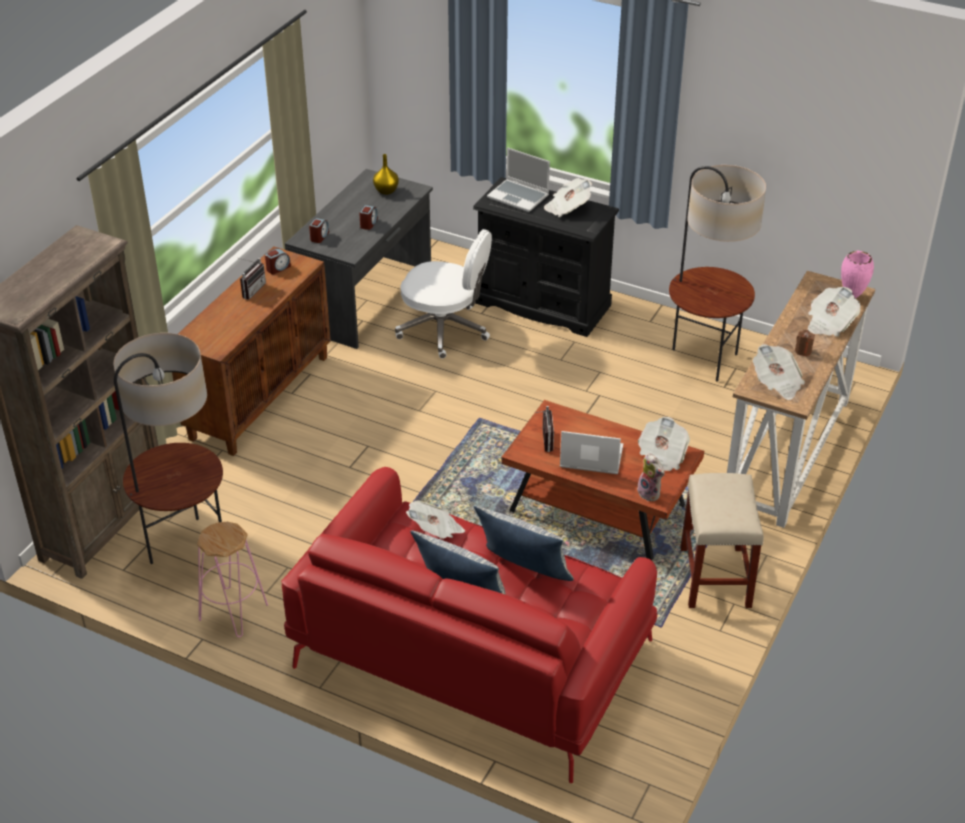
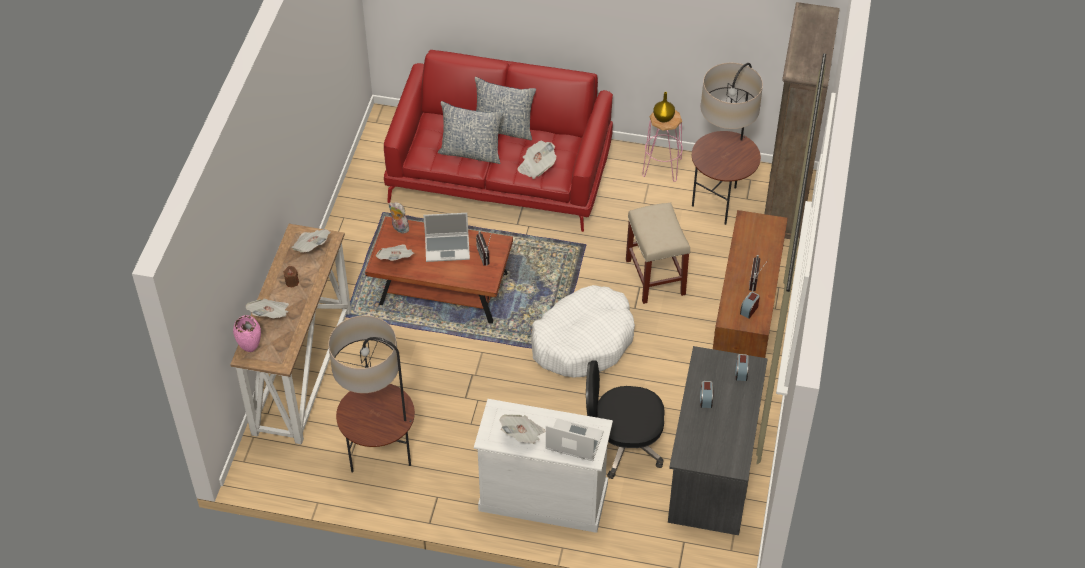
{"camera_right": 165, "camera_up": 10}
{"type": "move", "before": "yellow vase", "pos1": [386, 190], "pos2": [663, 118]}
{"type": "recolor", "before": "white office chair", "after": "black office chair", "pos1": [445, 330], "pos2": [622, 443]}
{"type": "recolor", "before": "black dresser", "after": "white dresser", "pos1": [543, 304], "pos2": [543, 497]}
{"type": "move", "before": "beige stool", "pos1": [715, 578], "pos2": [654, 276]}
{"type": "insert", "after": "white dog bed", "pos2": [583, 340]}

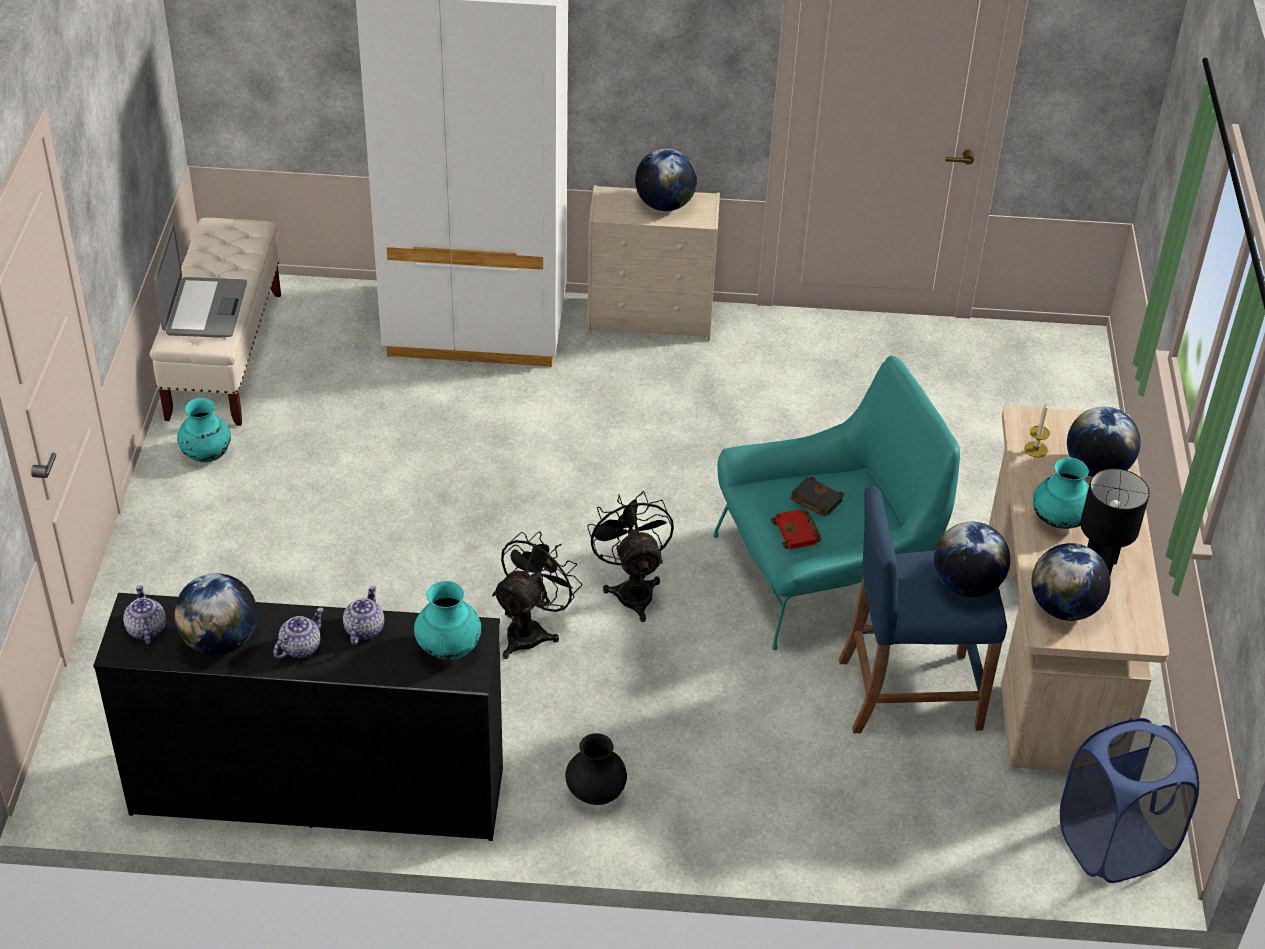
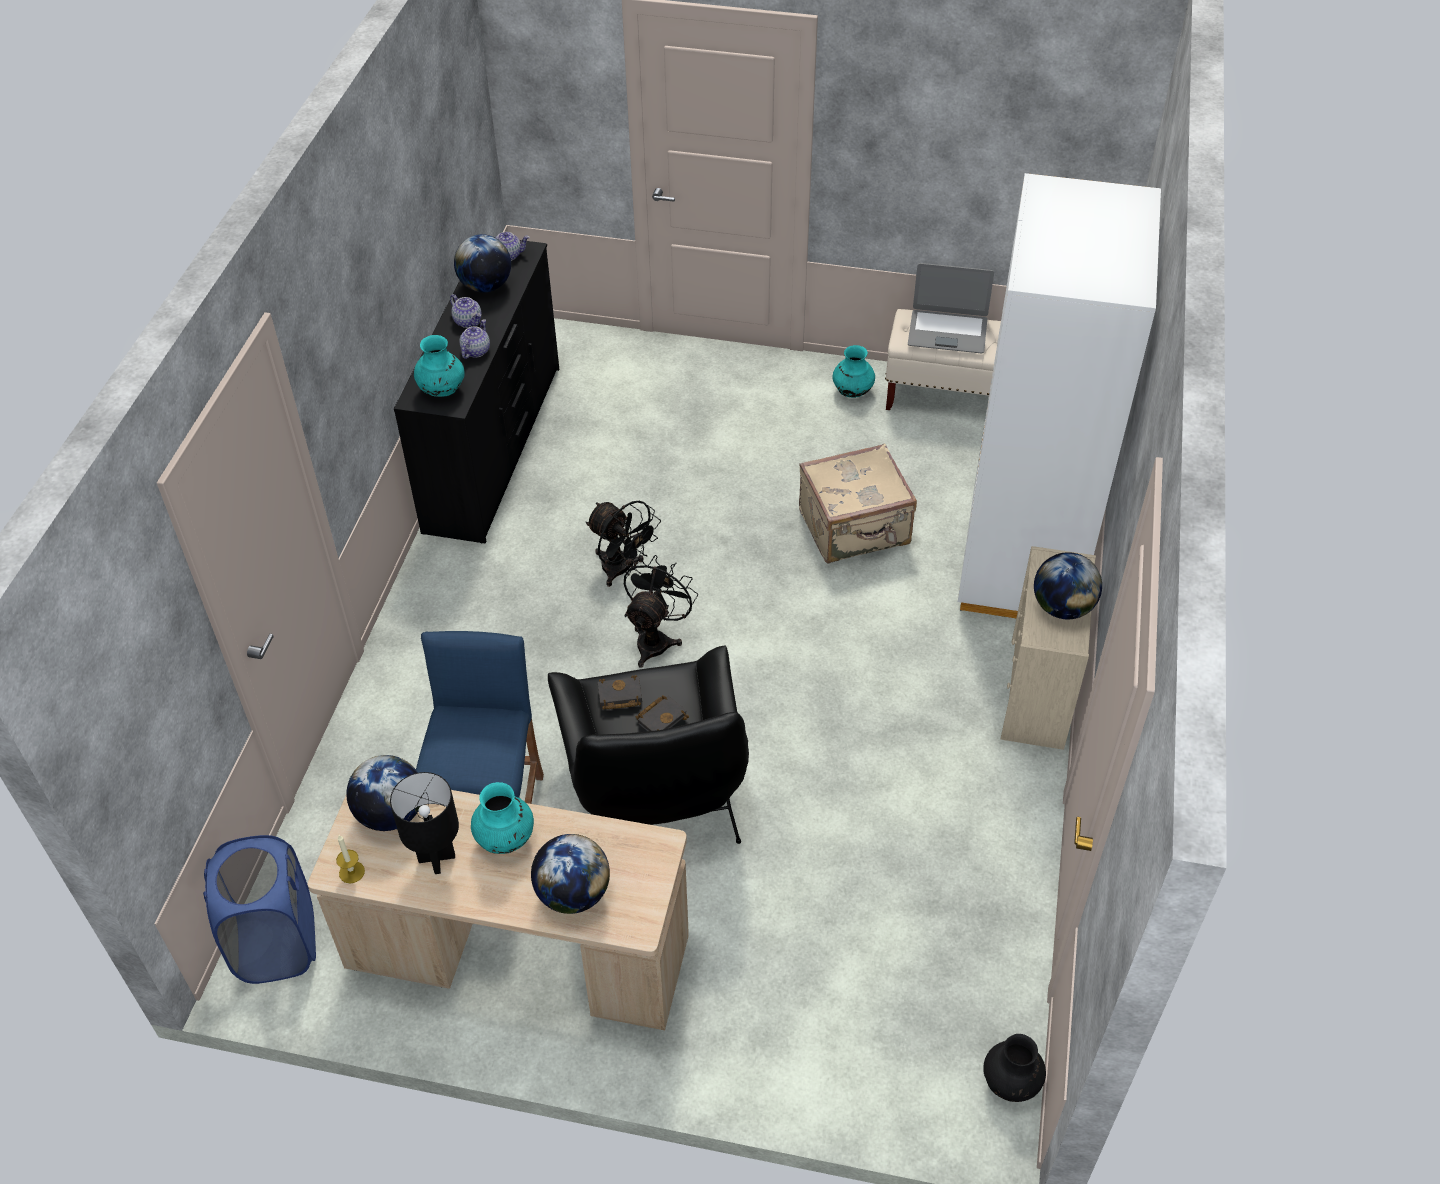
{"camera_right": 100, "camera_up": 5}
{"type": "rotate", "before": "teapot", "pos1": [364, 629], "pos2": [475, 350], "turn": -90}
{"type": "move", "before": "black vase", "pos1": [596, 793], "pos2": [1010, 1083]}
{"type": "rotate", "before": "black fan", "pos1": [632, 590], "pos2": [656, 639], "turn": -60}
{"type": "recolor", "before": "turquoise armchair", "after": "black armchair", "pos1": [826, 571], "pos2": [654, 784]}
{"type": "recolor", "before": "red book", "after": "black book", "pos1": [797, 533], "pos2": [619, 696]}
{"type": "delete", "before": "globe", "pos1": [966, 585]}
{"type": "move", "before": "candle", "pos1": [1036, 449], "pos2": [351, 872]}
{"type": "insert", "after": "beige suitcase", "pos2": [855, 529]}

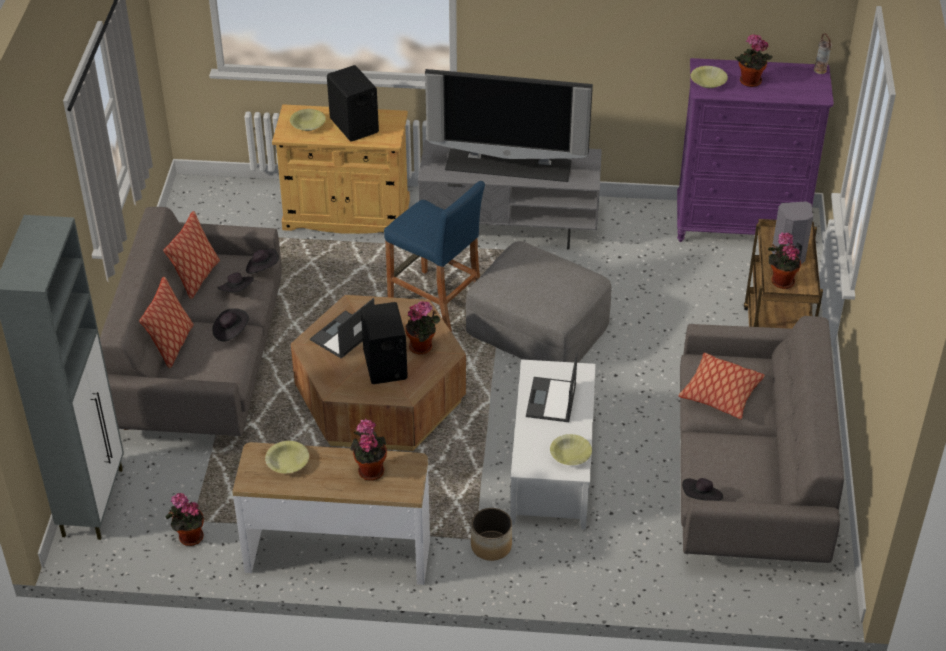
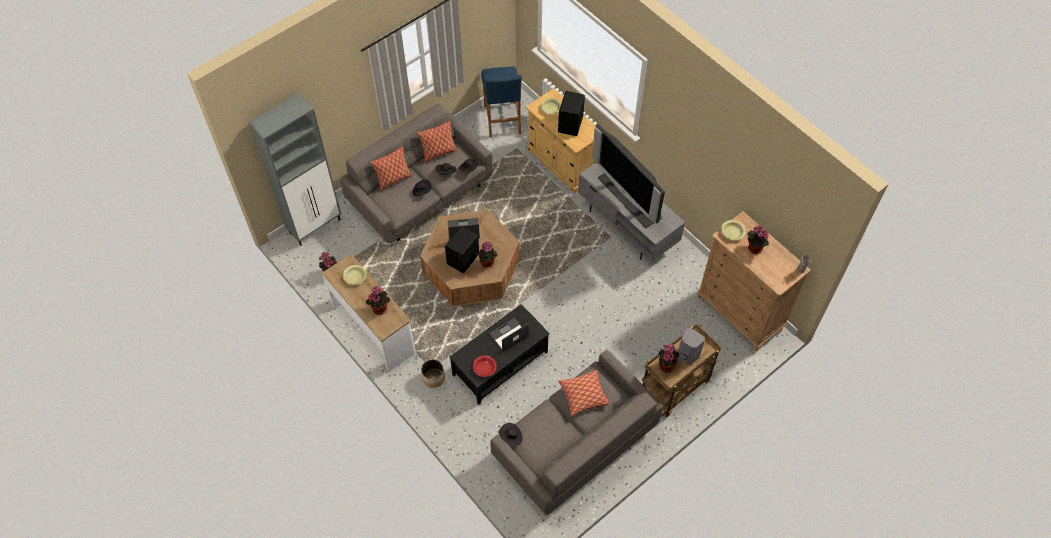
{"camera_right": 45, "camera_up": 15}
{"type": "move", "before": "blue stool", "pos1": [435, 302], "pos2": [502, 119]}
{"type": "delete", "before": "grey ottoman", "pos1": [538, 327]}
{"type": "recolor", "before": "white coffee table", "after": "black coffee table", "pos1": [553, 467], "pos2": [500, 364]}
{"type": "recolor", "before": "yellow bowl", "after": "red bowl", "pos1": [570, 454], "pos2": [484, 368]}
{"type": "recolor", "before": "purple dresser", "after": "brown dresser", "pos1": [740, 225], "pos2": [739, 313]}

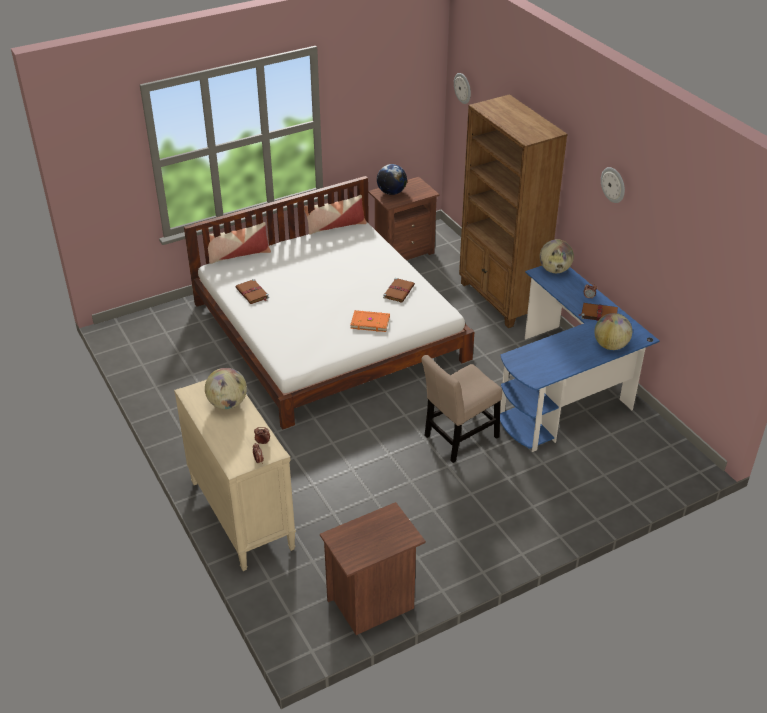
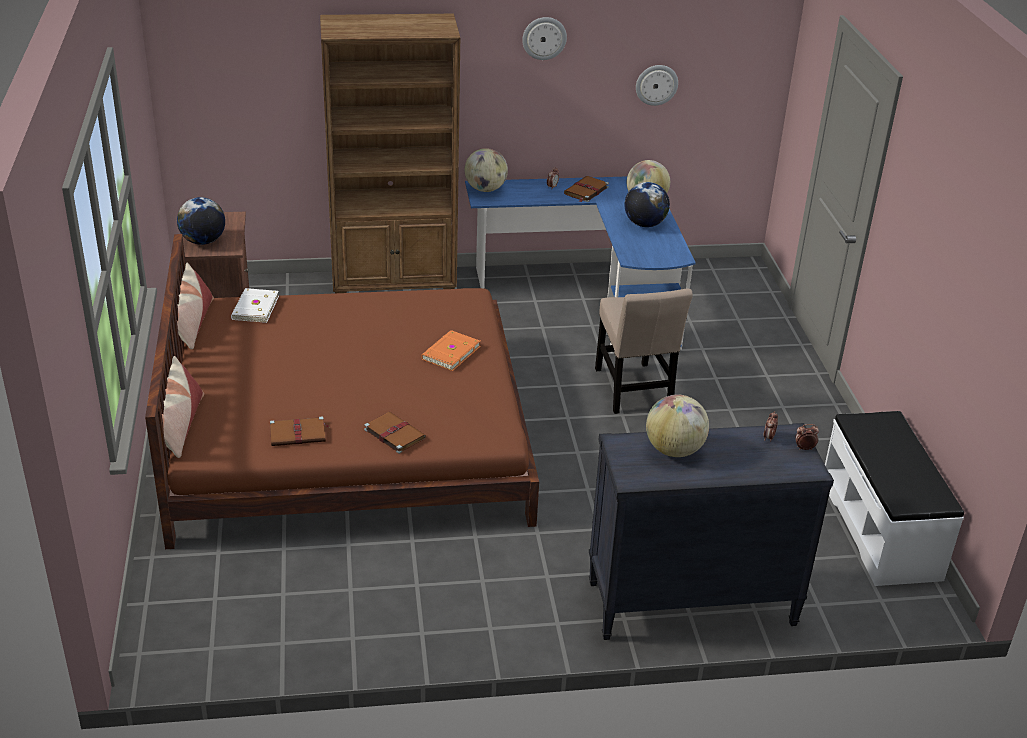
{"camera_right": -70, "camera_up": -5}
{"type": "recolor", "before": "beige dresser", "after": "black dresser", "pos1": [241, 515], "pos2": [690, 604]}
{"type": "recolor", "before": "white bed", "after": "brown bed", "pos1": [328, 330], "pos2": [348, 433]}
{"type": "replace", "before": "brown nightstand", "after": "white bench", "pos1": [372, 604], "pos2": [881, 528]}
{"type": "move", "before": "brown book", "pos1": [399, 291], "pos2": [393, 433]}
{"type": "move", "before": "wall clock", "pos1": [463, 88], "pos2": [656, 84]}
{"type": "insert", "after": "white book", "pos2": [254, 308]}
{"type": "insert", "after": "globe", "pos2": [644, 224]}

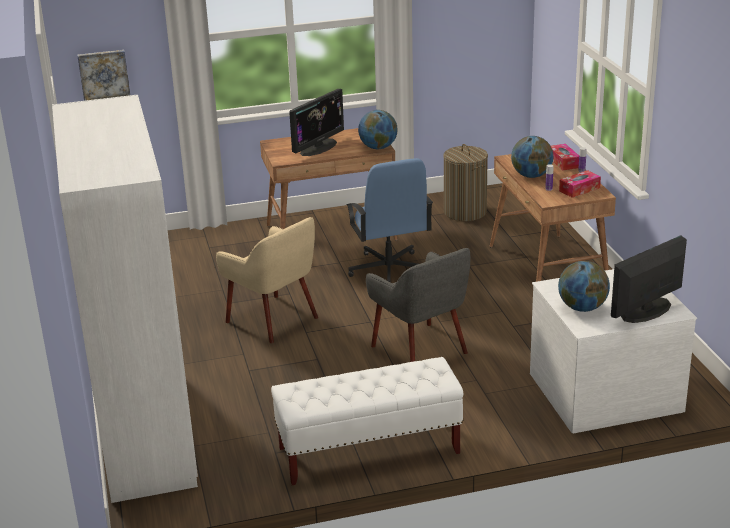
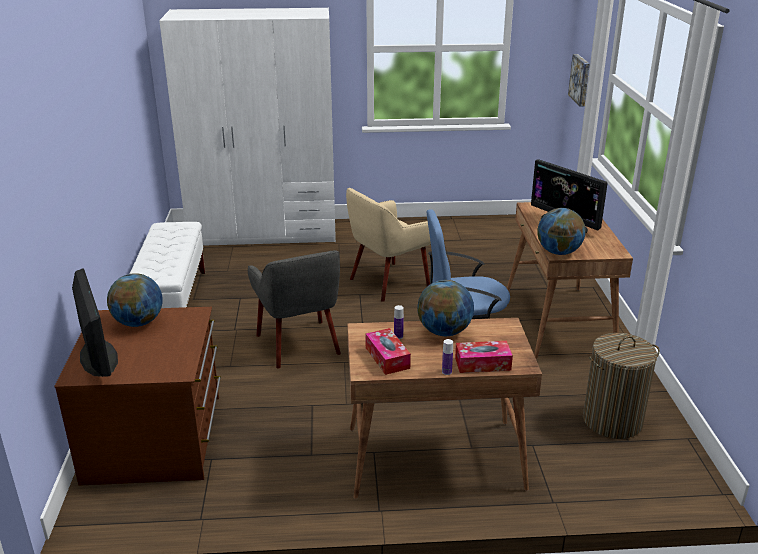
{"camera_right": 100, "camera_up": 0}
{"type": "rotate", "before": "grey armchair", "pos1": [420, 349], "pos2": [299, 344], "turn": -90}
{"type": "recolor", "before": "white dresser", "after": "brown dresser", "pos1": [604, 391], "pos2": [156, 438]}

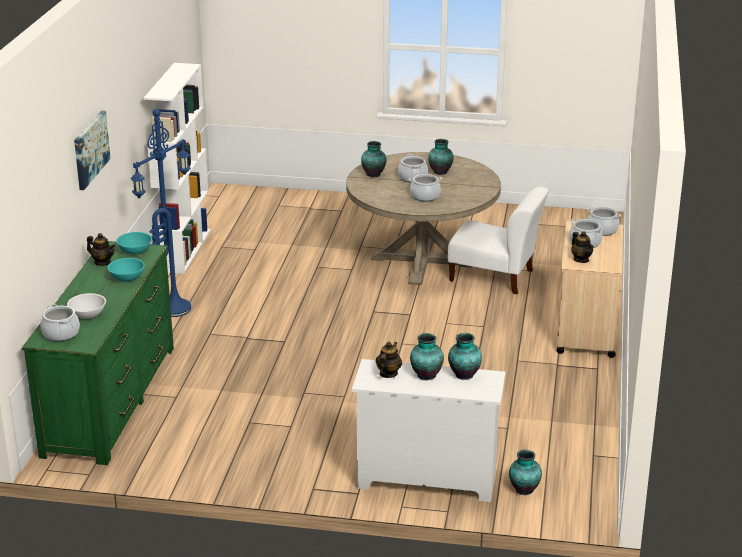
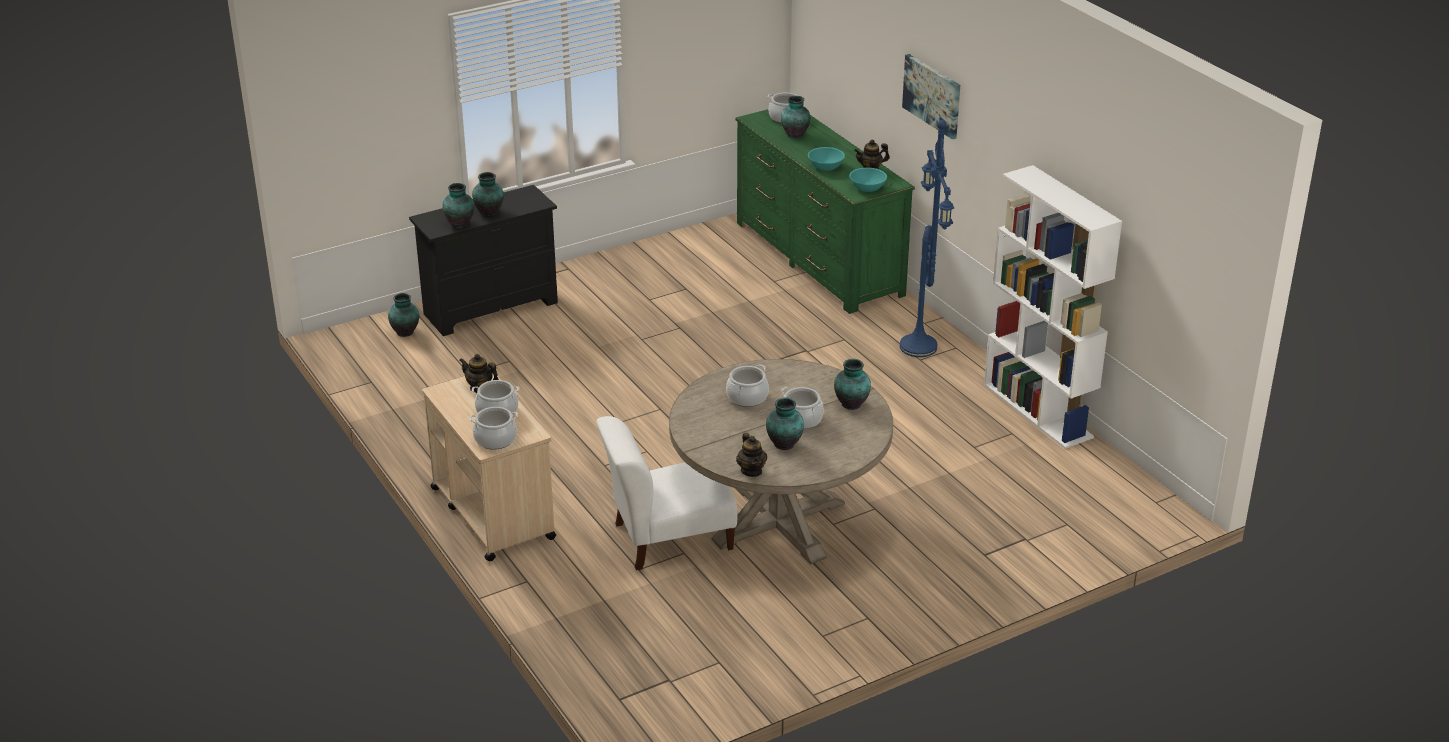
{"camera_right": 140, "camera_up": 5}
{"type": "replace", "before": "white bowl", "after": "vase", "pos1": [87, 314], "pos2": [795, 134]}
{"type": "recolor", "before": "white dresser", "after": "black dresser", "pos1": [426, 479], "pos2": [491, 308]}
{"type": "move", "before": "teapot", "pos1": [388, 373], "pos2": [751, 471]}

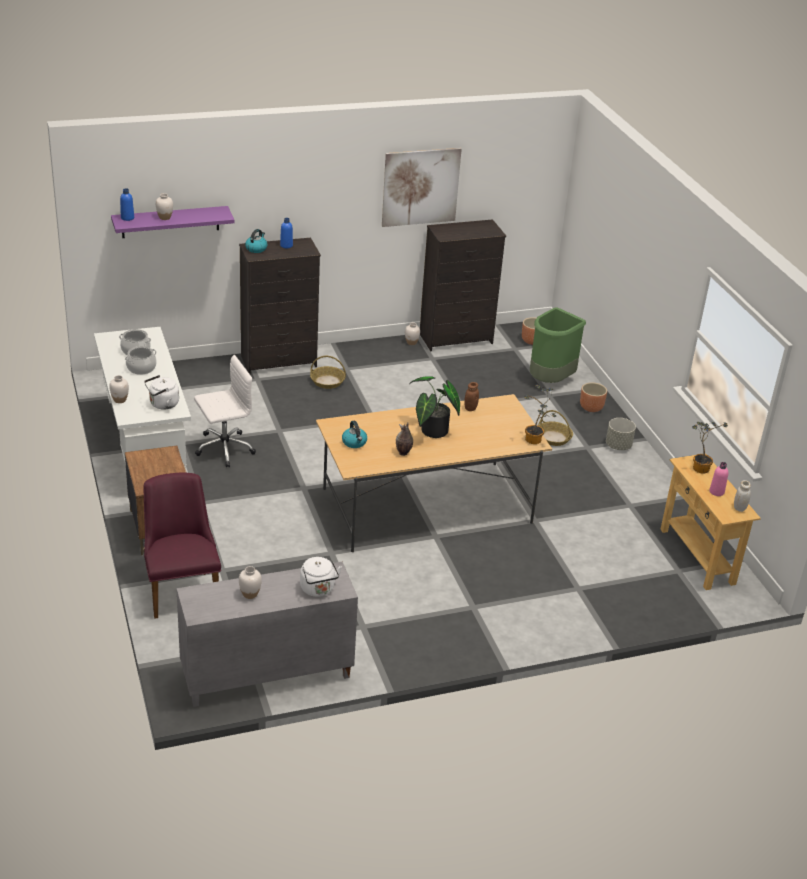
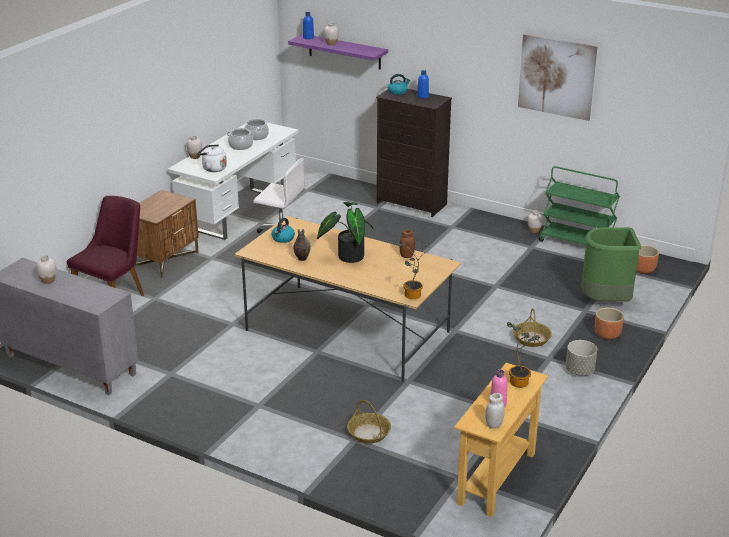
{"camera_right": 50, "camera_up": -5}
{"type": "delete", "before": "white kettle", "pos1": [318, 589]}
{"type": "move", "before": "basket", "pos1": [328, 381], "pos2": [369, 433]}
{"type": "replace", "before": "black dresser", "after": "green cart", "pos1": [456, 339], "pos2": [577, 243]}

